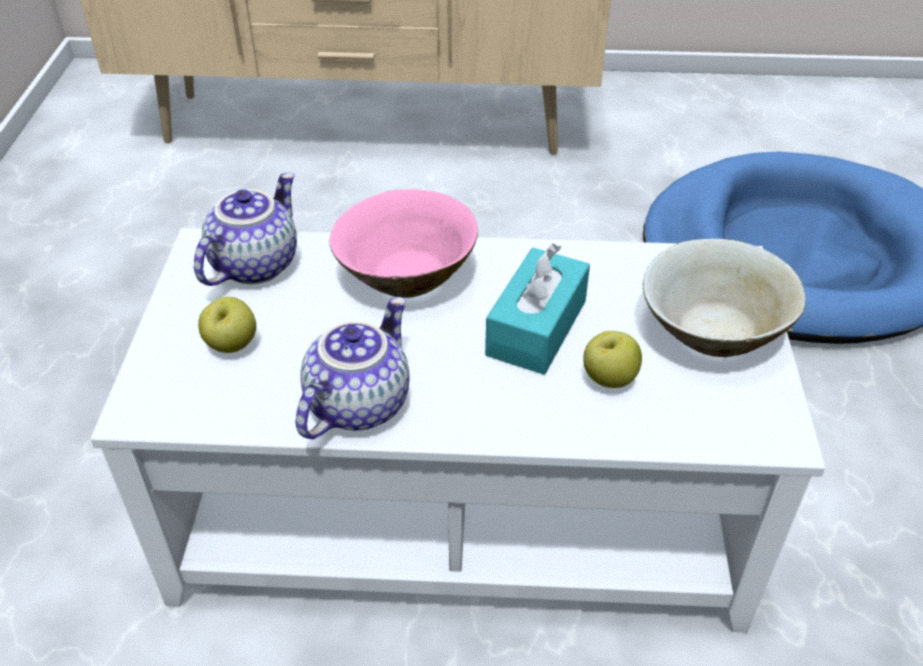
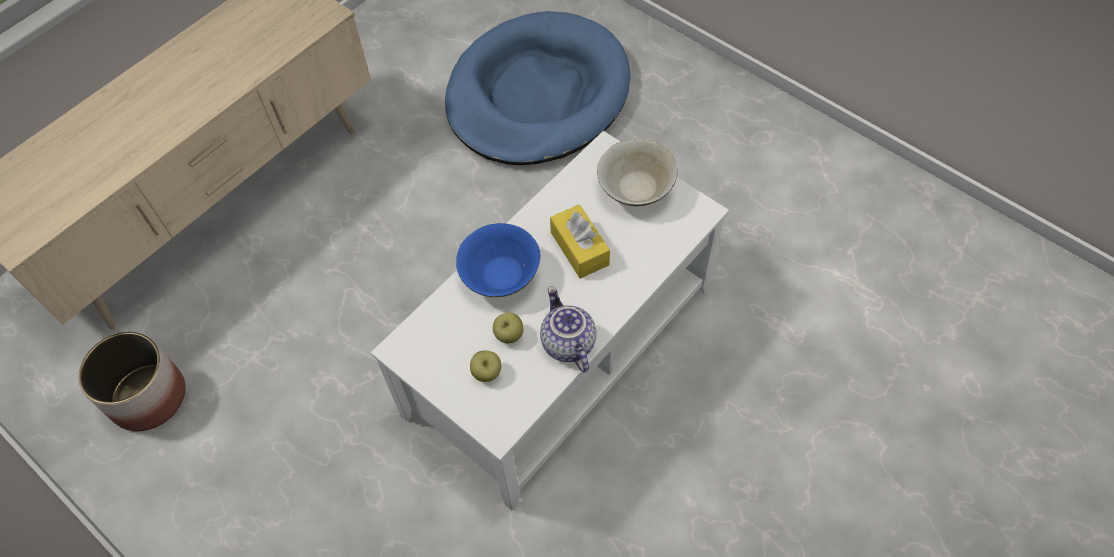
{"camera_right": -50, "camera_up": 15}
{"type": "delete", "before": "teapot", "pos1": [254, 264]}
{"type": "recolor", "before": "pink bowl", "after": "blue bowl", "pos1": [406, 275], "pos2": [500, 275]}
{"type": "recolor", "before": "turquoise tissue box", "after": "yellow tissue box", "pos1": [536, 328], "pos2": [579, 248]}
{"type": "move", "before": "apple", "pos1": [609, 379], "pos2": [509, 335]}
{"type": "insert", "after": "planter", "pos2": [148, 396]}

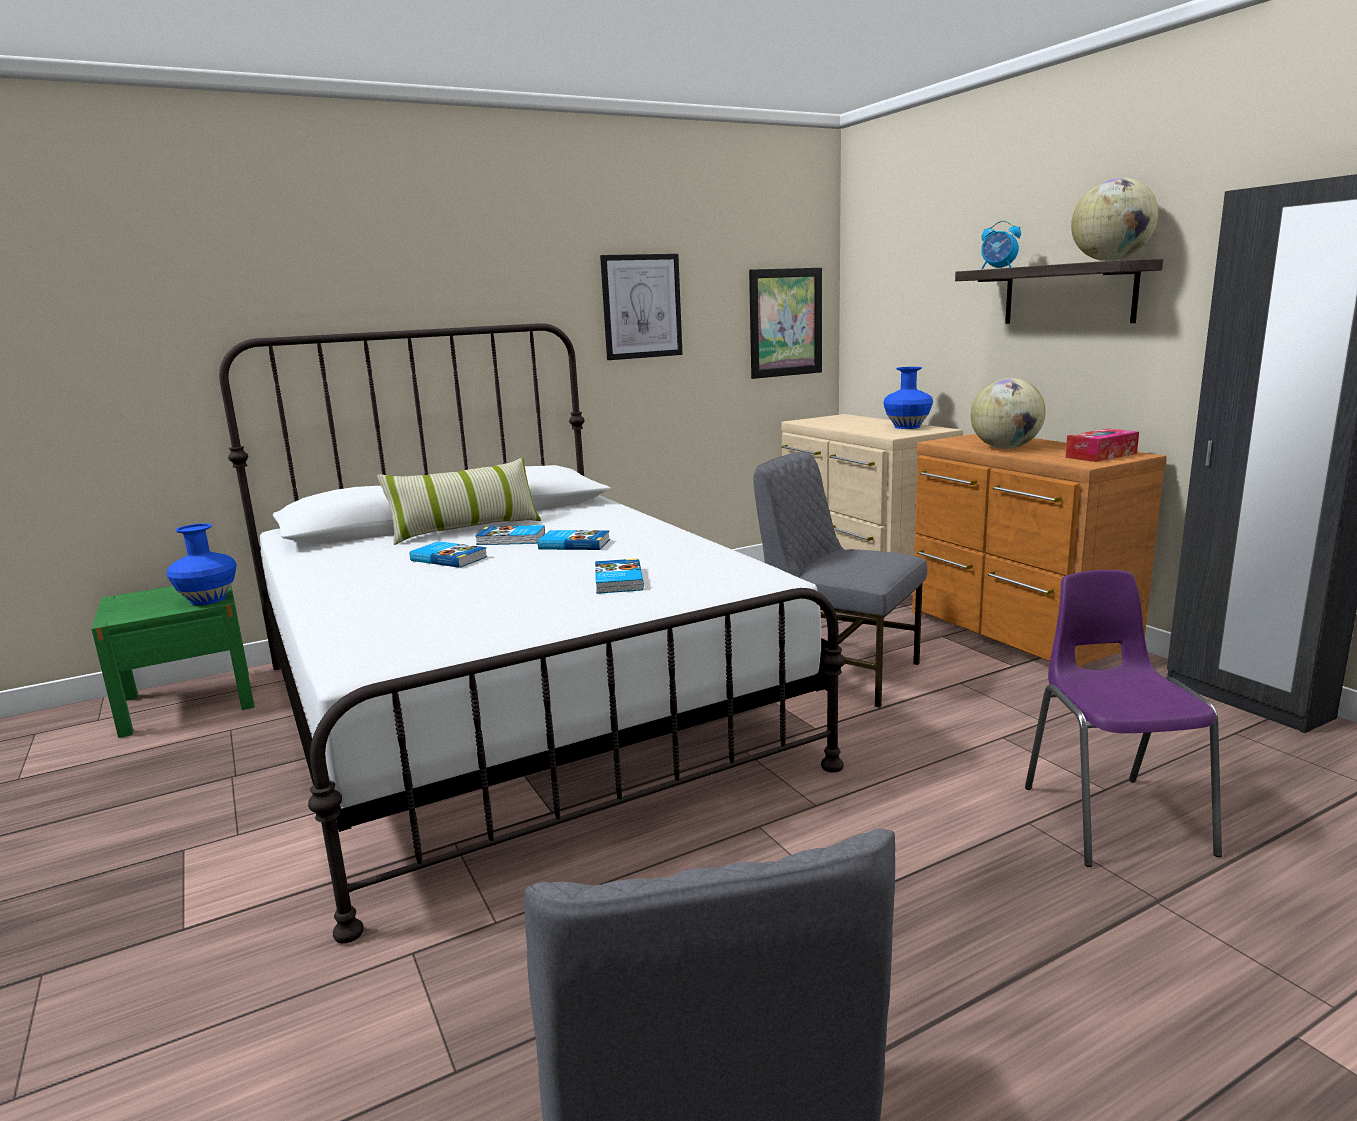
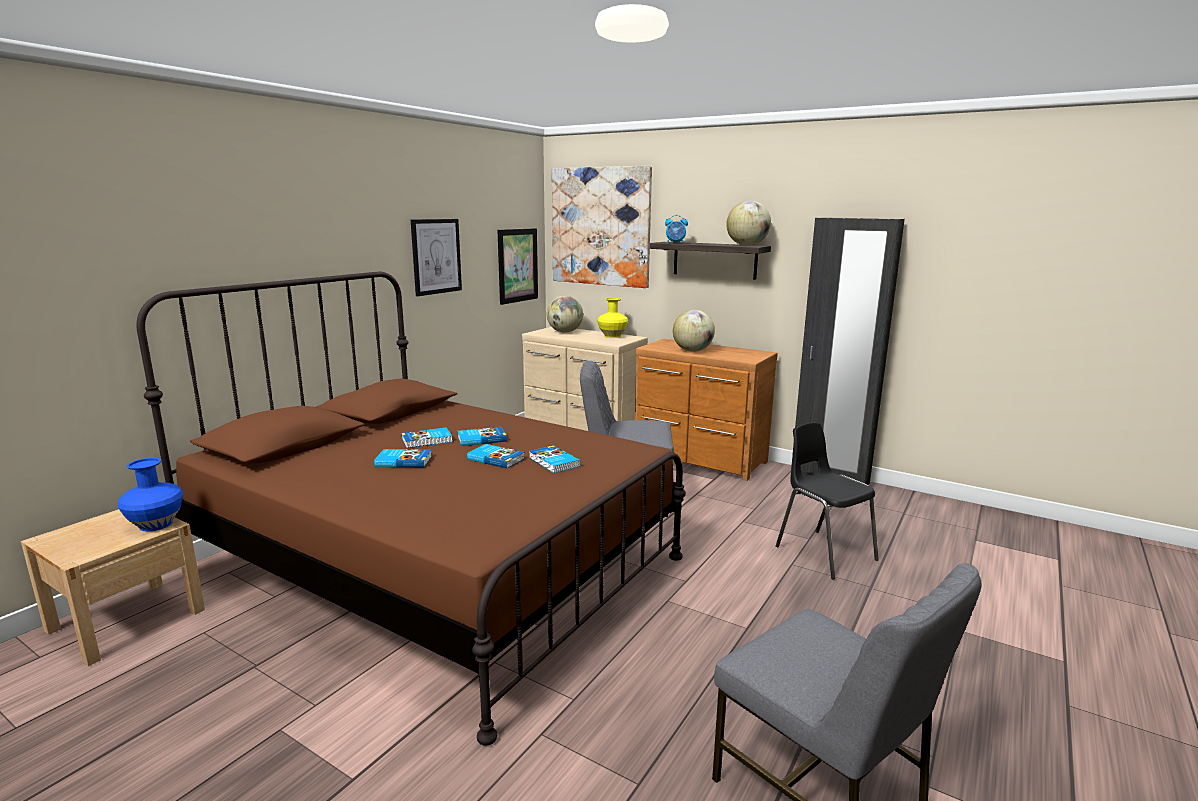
{"camera_right": -30, "camera_up": 0}
{"type": "recolor", "before": "green nightstand", "after": "beige nightstand", "pos1": [188, 702], "pos2": [126, 620]}
{"type": "recolor", "before": "white bed", "after": "brown bed", "pos1": [512, 710], "pos2": [437, 565]}
{"type": "delete", "before": "pillow", "pos1": [465, 529]}
{"type": "recolor", "before": "blue vase", "after": "yellow vase", "pos1": [907, 427], "pos2": [612, 336]}
{"type": "recolor", "before": "purple chair", "after": "black chair", "pos1": [1112, 817], "pos2": [823, 552]}
{"type": "delete", "before": "tissue box", "pos1": [1101, 455]}
{"type": "insert", "after": "book", "pos2": [496, 459]}
{"type": "insert", "after": "globe", "pos2": [564, 332]}
{"type": "insert", "after": "picture", "pos2": [600, 227]}

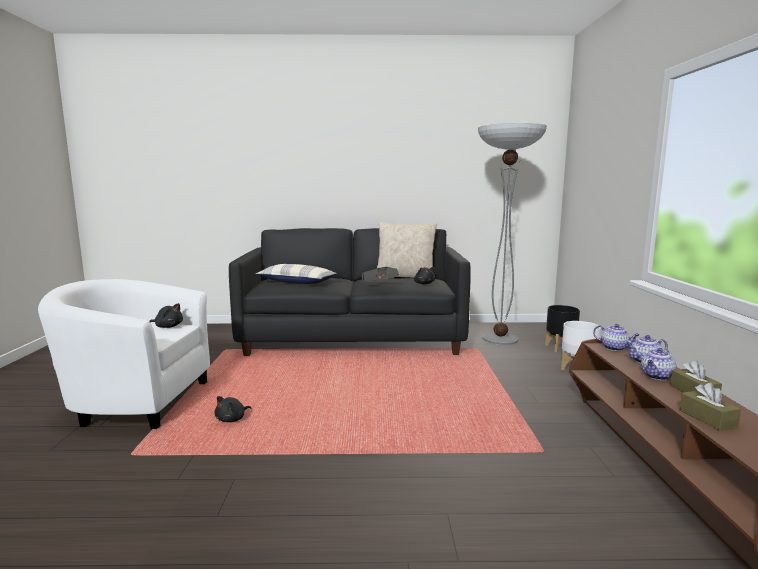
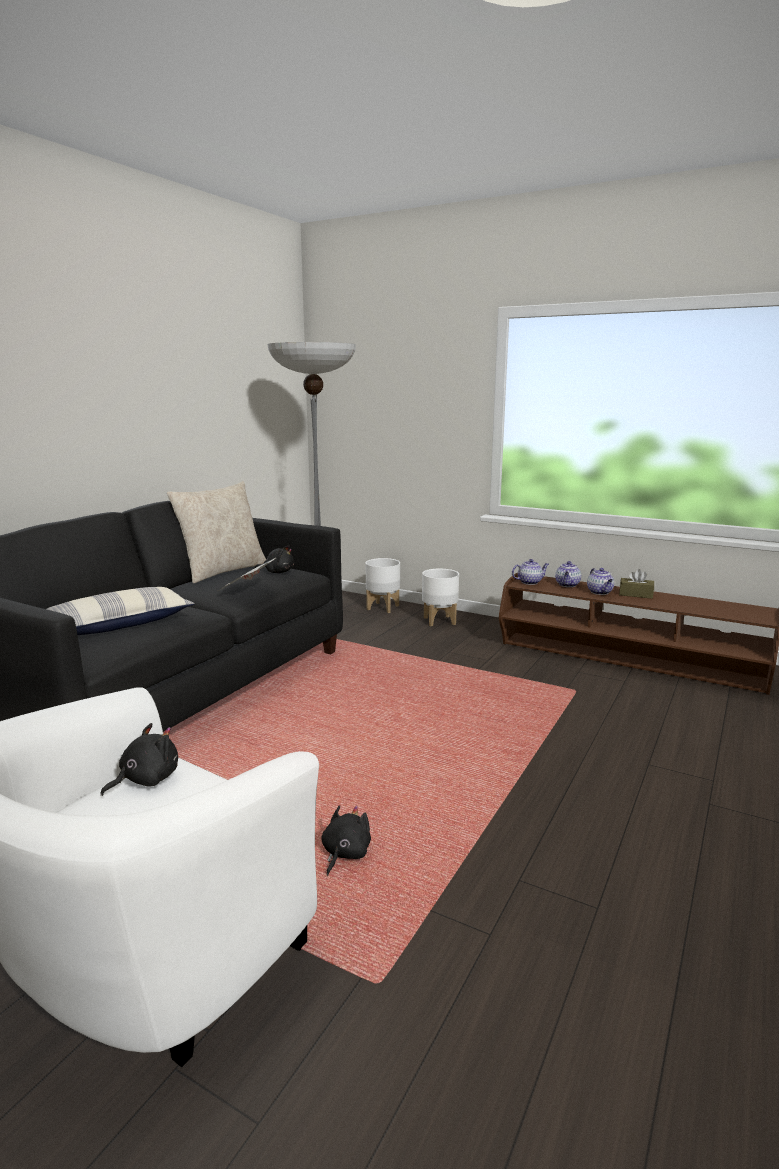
{"camera_right": -60, "camera_up": 5}
{"type": "rotate", "before": "black plush toy", "pos1": [232, 419], "pos2": [345, 854], "turn": -135}
{"type": "recolor", "before": "black planter", "after": "white planter", "pos1": [560, 348], "pos2": [383, 607]}
{"type": "delete", "before": "brown tissue box", "pos1": [707, 418]}

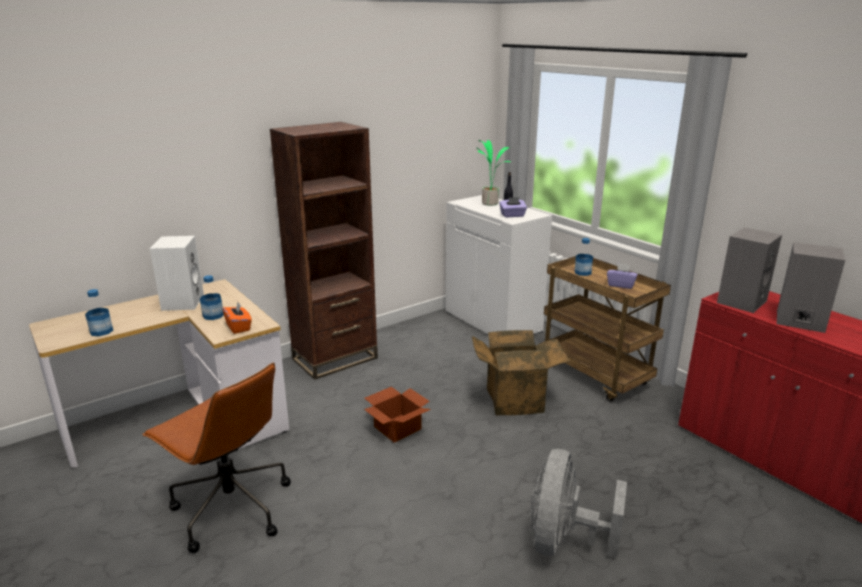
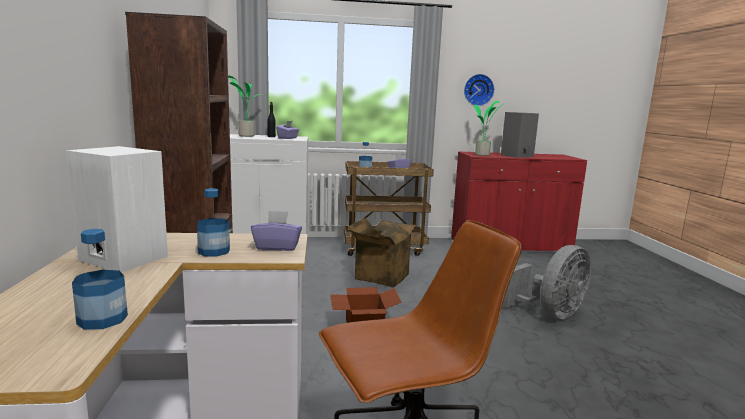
{"camera_right": -60, "camera_up": -10}
{"type": "recolor", "before": "orange tissue box", "after": "purple tissue box", "pos1": [238, 327], "pos2": [277, 247]}
{"type": "rotate", "before": "grey fan", "pos1": [563, 541], "pos2": [550, 314], "turn": -90}
{"type": "replace", "before": "grey speaker", "after": "potted plant", "pos1": [741, 301], "pos2": [483, 155]}
{"type": "insert", "after": "wall clock", "pos2": [478, 90]}

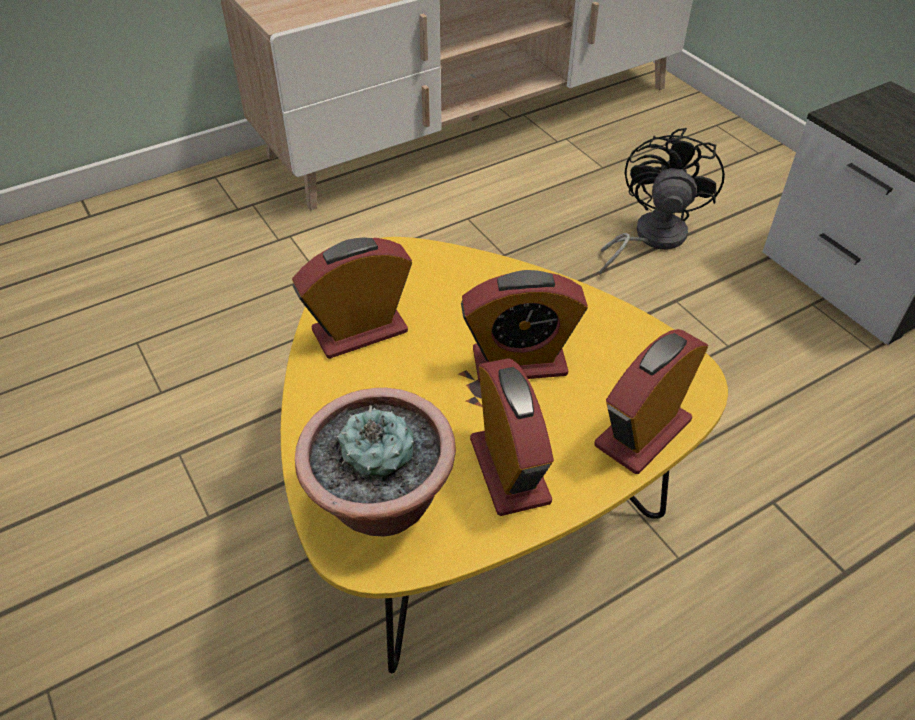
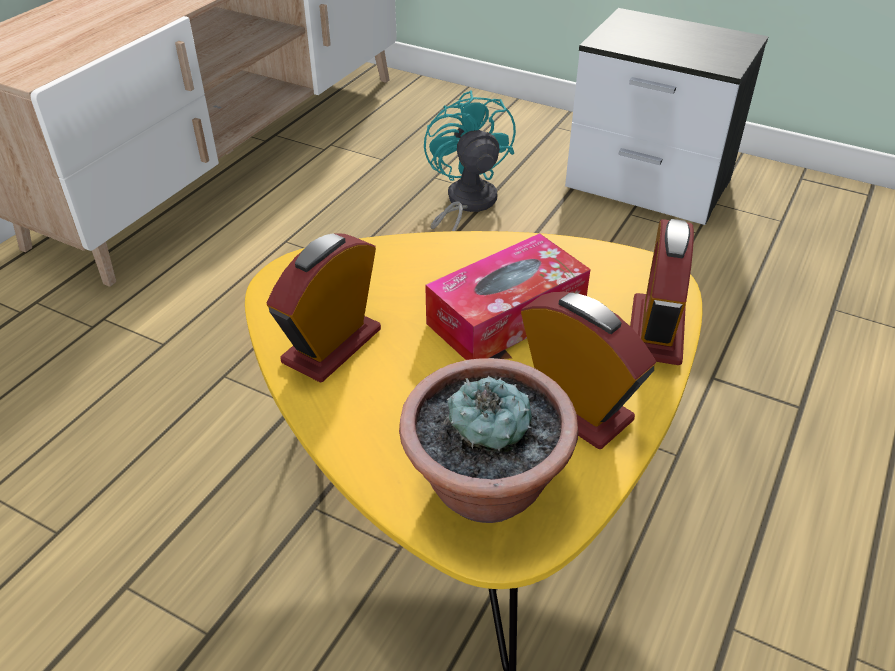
{"camera_right": -30, "camera_up": -5}
{"type": "replace", "before": "alarm clock", "after": "tissue box", "pos1": [519, 362], "pos2": [506, 315]}
{"type": "recolor", "before": "black fan", "after": "turquoise fan", "pos1": [650, 238], "pos2": [465, 204]}

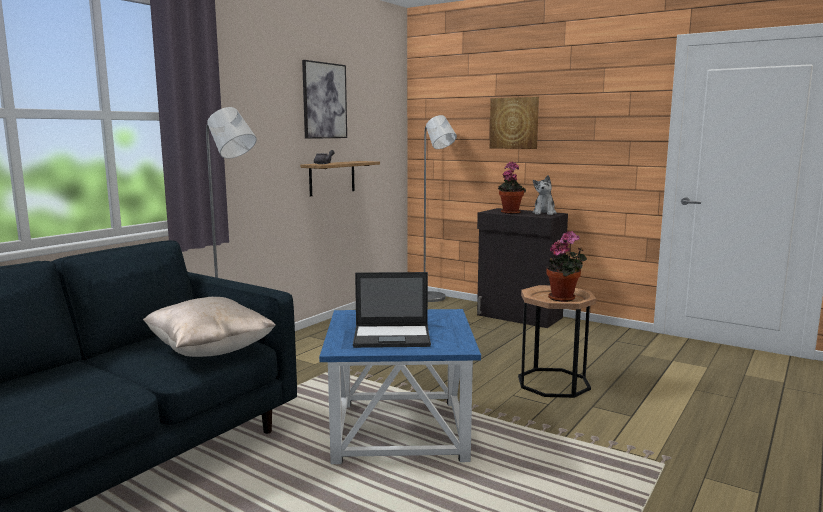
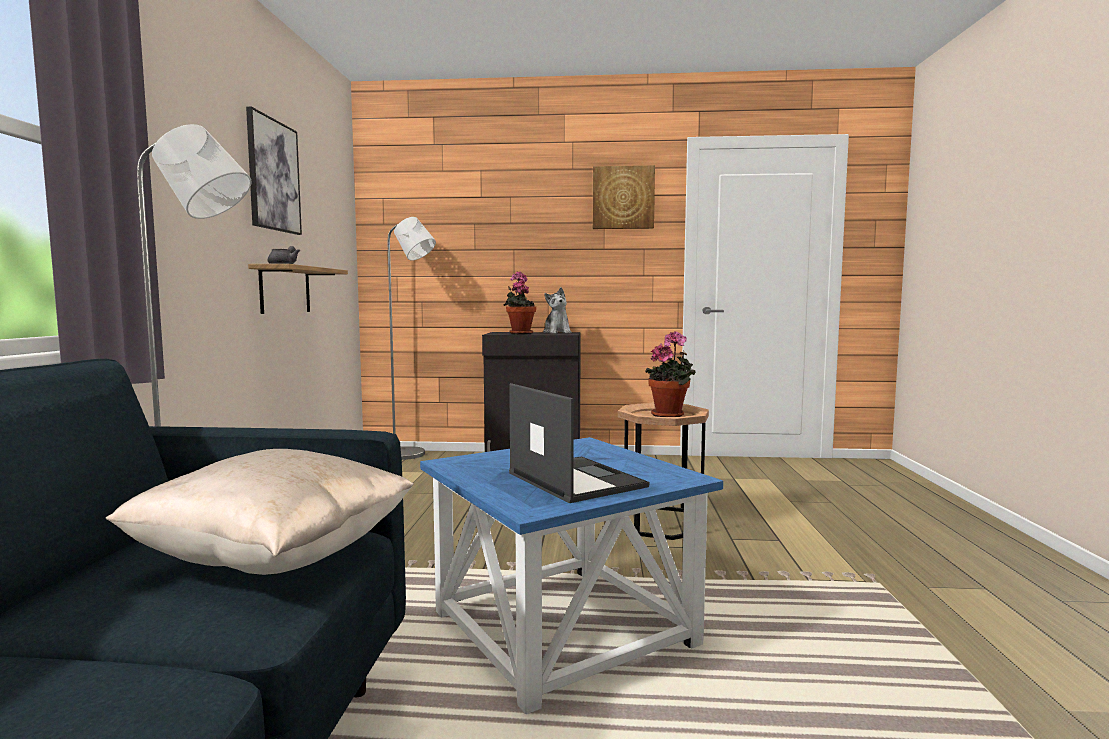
{"camera_right": -30, "camera_up": -5}
{"type": "rotate", "before": "laptop", "pos1": [393, 337], "pos2": [574, 479], "turn": -90}
{"type": "move", "before": "picture", "pos1": [514, 123], "pos2": [623, 198]}

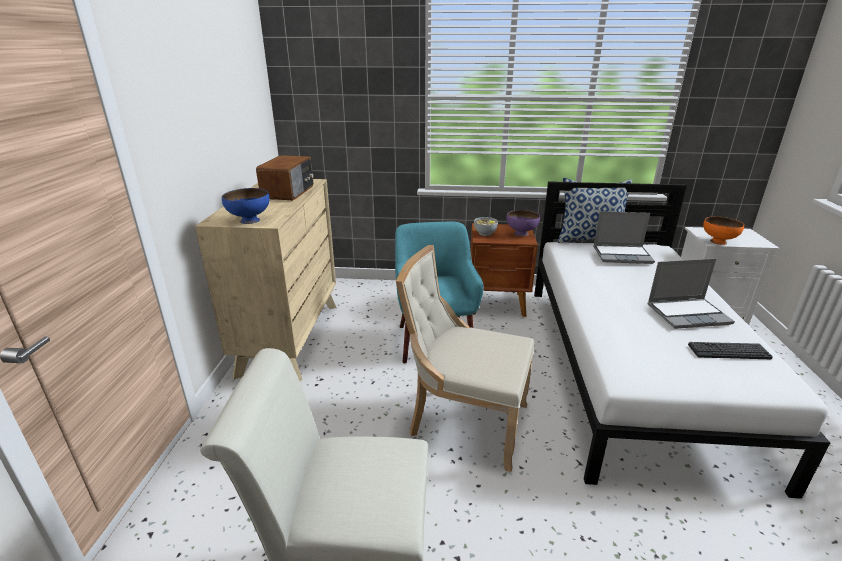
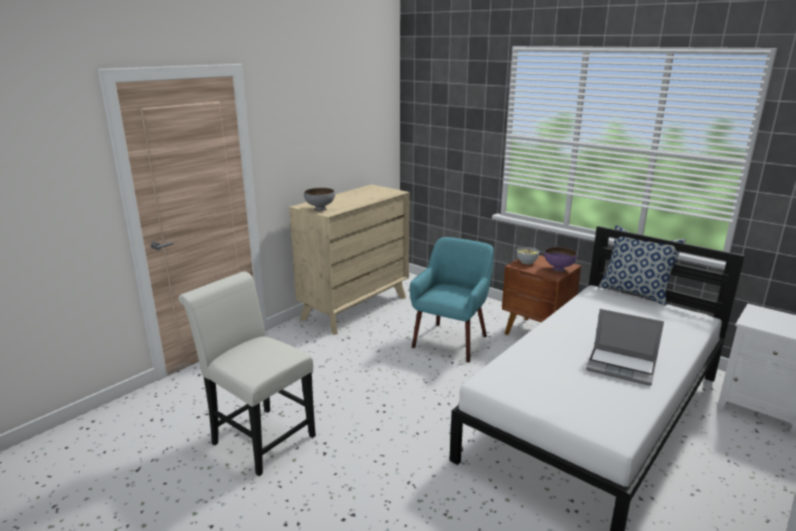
{"camera_right": 35, "camera_up": -5}
{"type": "recolor", "before": "blue bowl", "after": "grey bowl", "pos1": [249, 220], "pos2": [320, 209]}
{"type": "delete", "before": "radio", "pos1": [289, 192]}
{"type": "delete", "before": "beige chair", "pos1": [464, 422]}
{"type": "delete", "before": "laptop", "pos1": [622, 255]}
{"type": "delete", "before": "keyboard", "pos1": [729, 351]}
{"type": "delete", "before": "orange bowl", "pos1": [718, 242]}

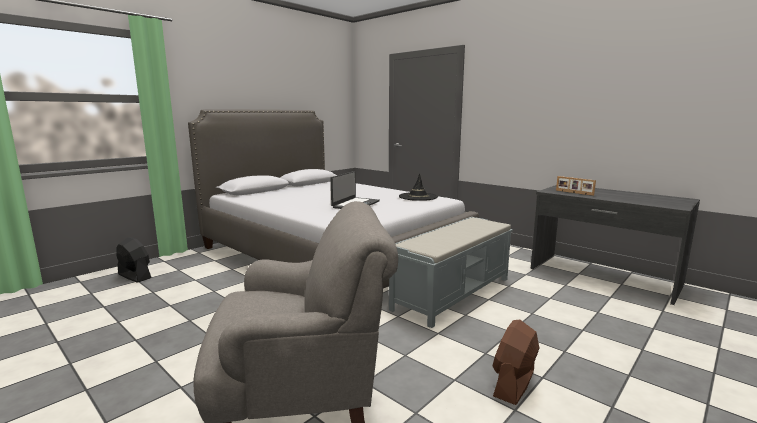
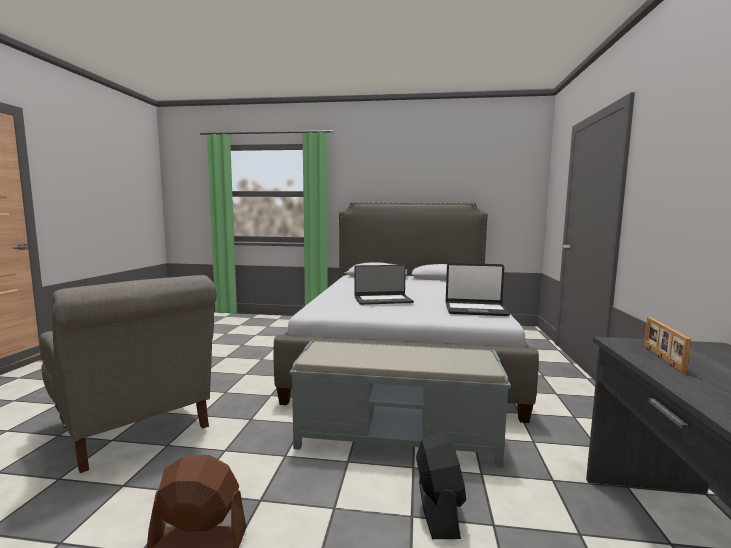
{"camera_right": 55, "camera_up": -5}
{"type": "move", "before": "black fan", "pos1": [134, 276], "pos2": [438, 509]}
{"type": "replace", "before": "black hat", "after": "laptop", "pos1": [418, 197], "pos2": [475, 310]}

